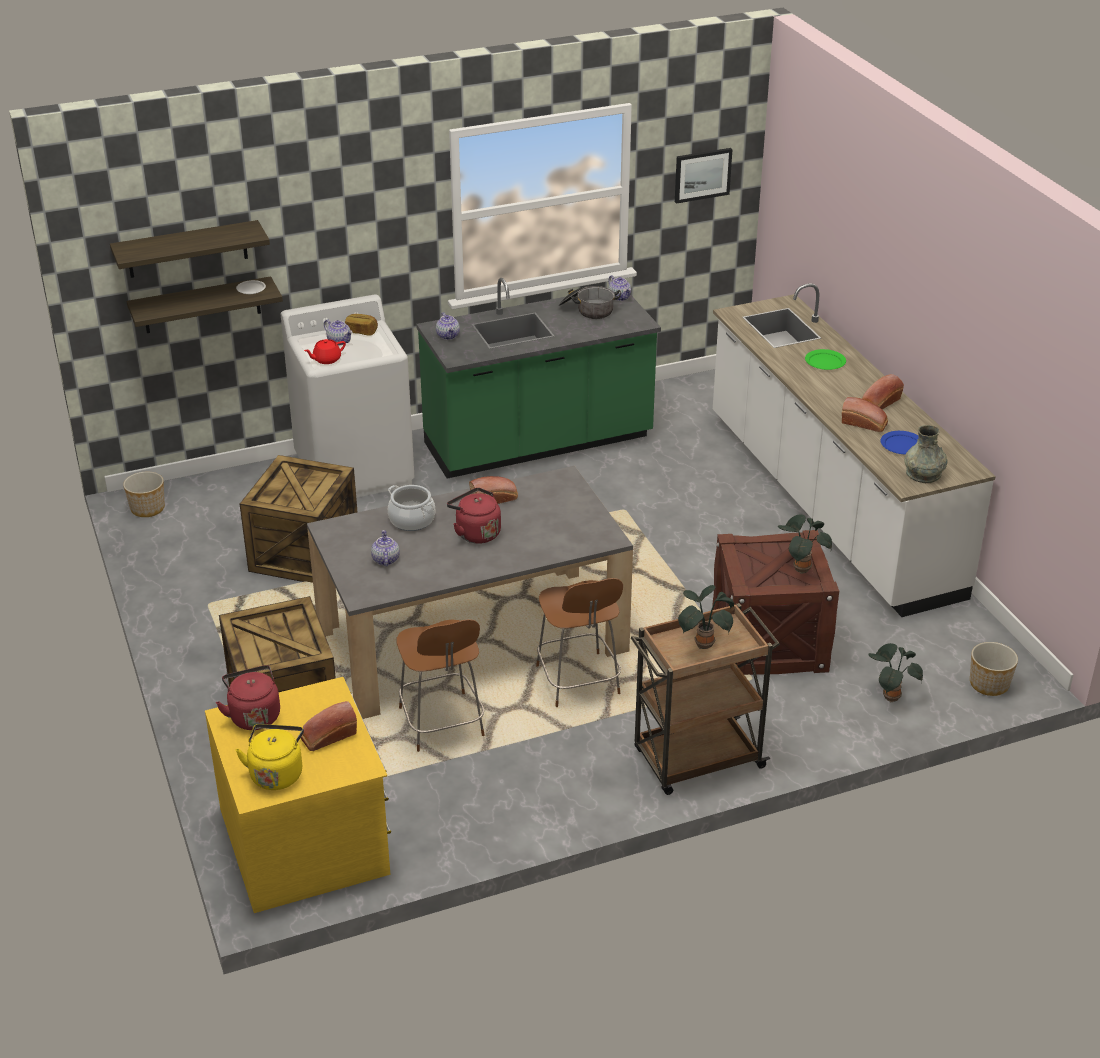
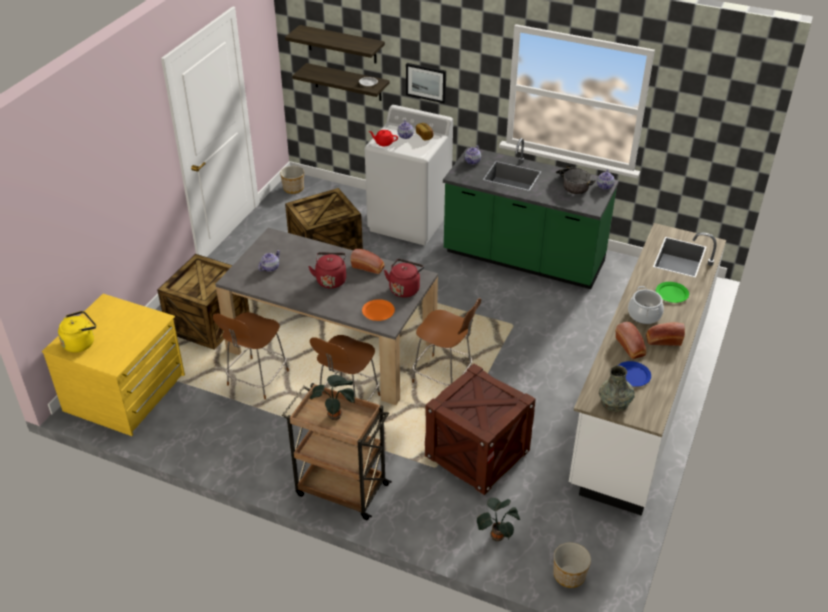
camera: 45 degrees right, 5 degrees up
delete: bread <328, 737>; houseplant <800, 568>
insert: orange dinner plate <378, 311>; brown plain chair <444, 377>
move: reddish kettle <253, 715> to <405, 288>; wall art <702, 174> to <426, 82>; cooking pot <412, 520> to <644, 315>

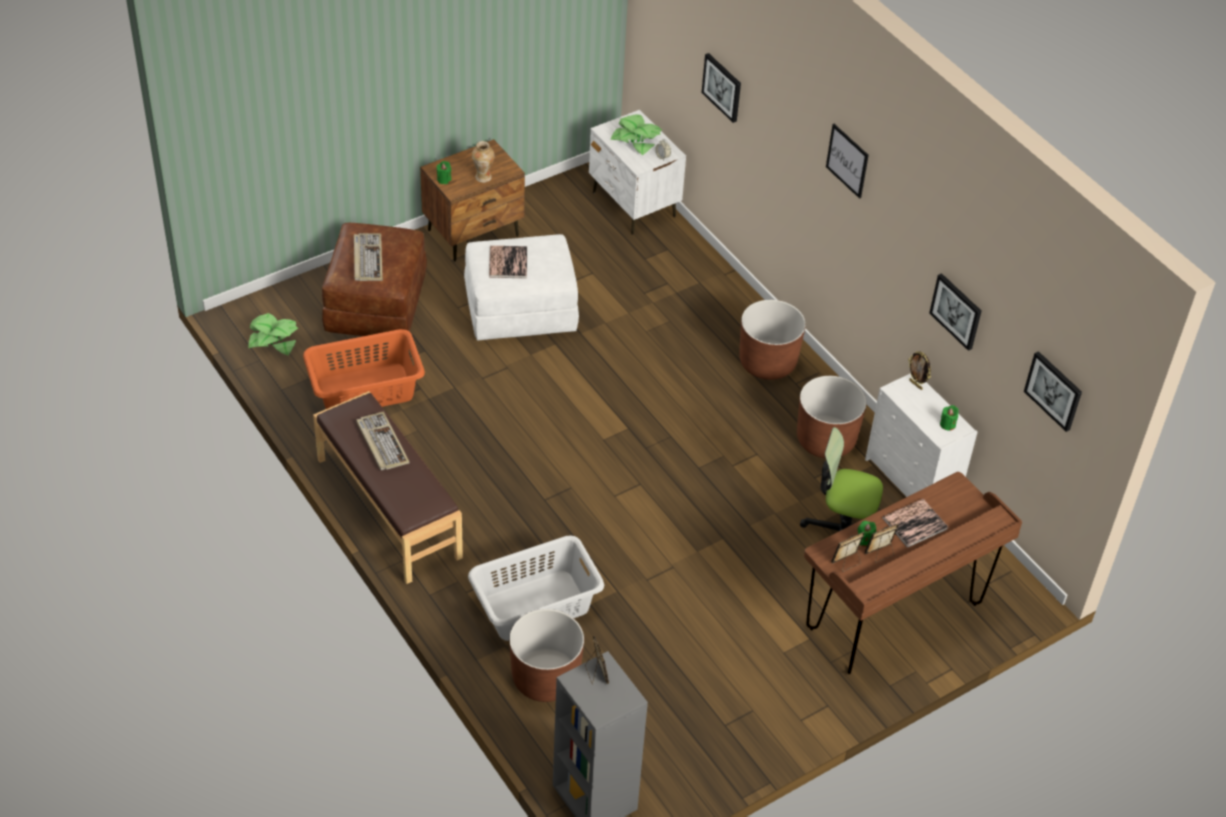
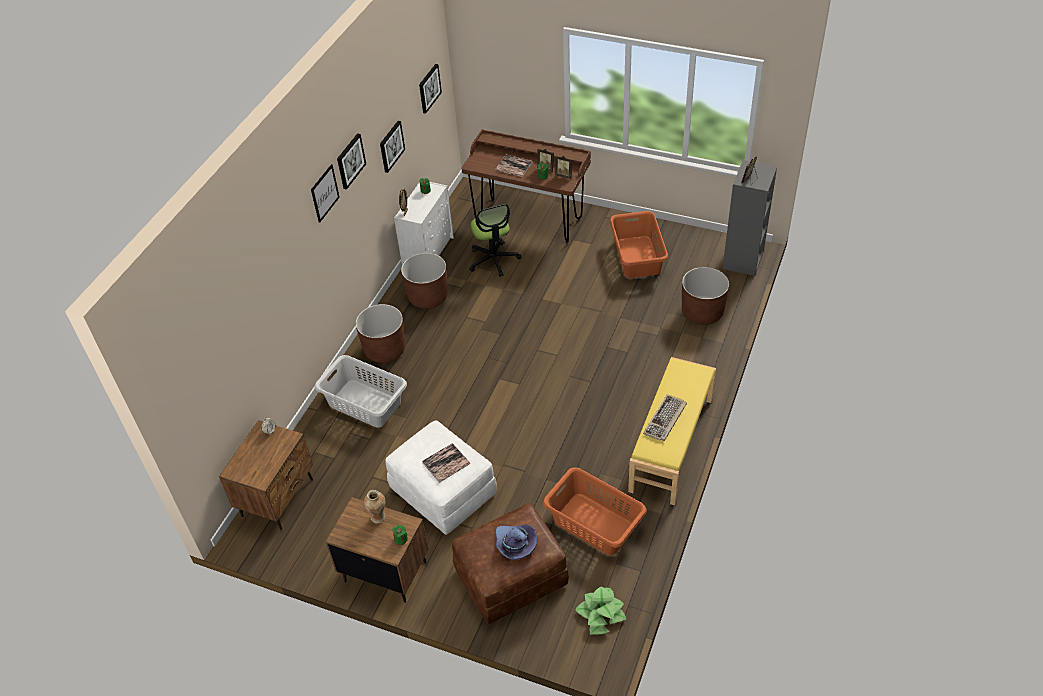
camera: 120 degrees left, 0 degrees up
delete: houseplant <636, 138>
insert: orange hamper <638, 256>
move: grey hamper <536, 606> to <365, 403>; wall art <722, 87> to <350, 161>
replace: PC keyboard <367, 259> to purplish hat <515, 545>
recolor: white nightstand <633, 205> to brown nightstand <278, 497>; brown bench <387, 508> to yellow bench <672, 445>

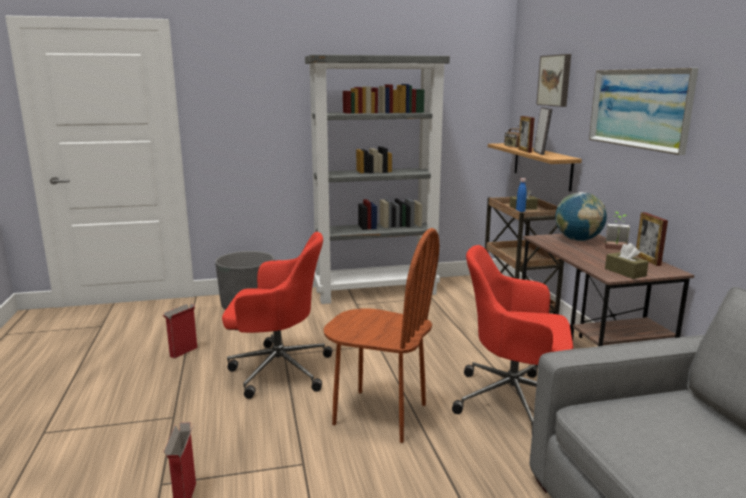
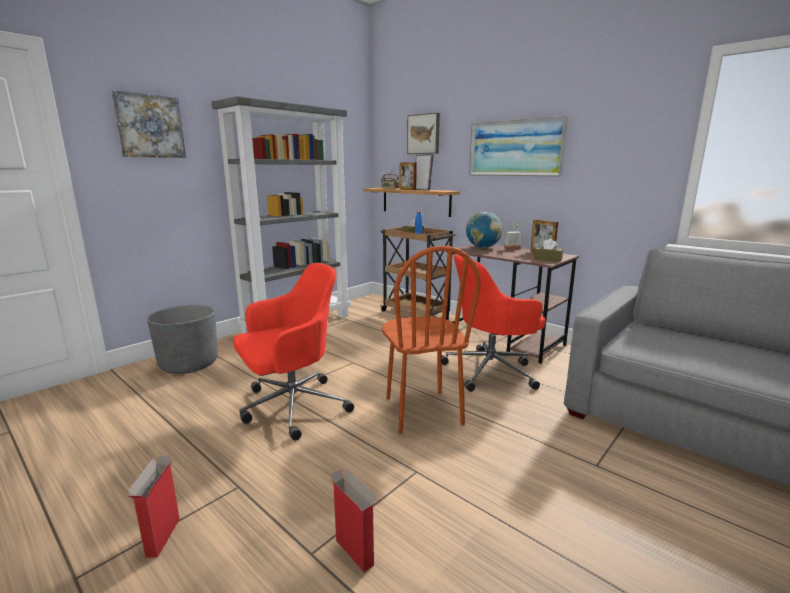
camera: 35 degrees left, 0 degrees up
insert: wall art <150, 126>
move: carton <183, 352> to <163, 538>
rotate: brown plain chair <380, 414> = <422, 411> 90 degrees clockwise

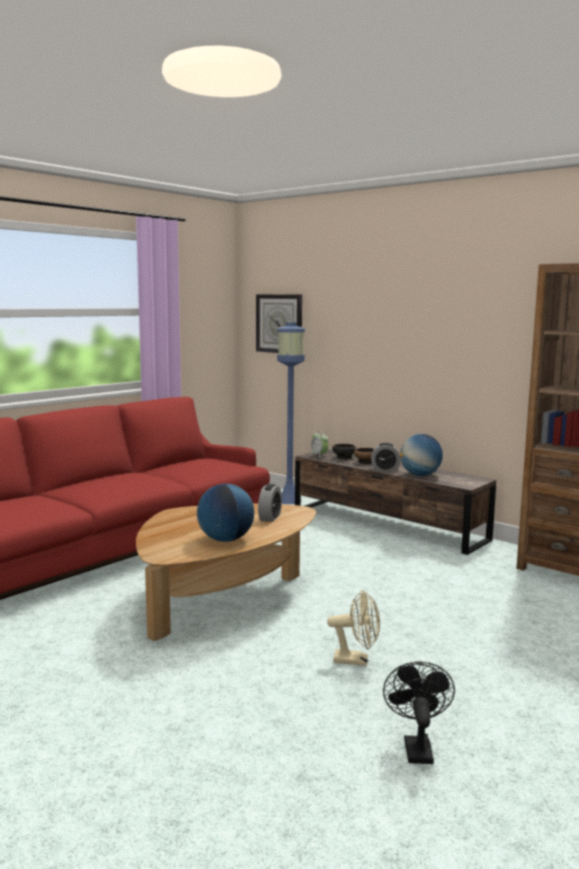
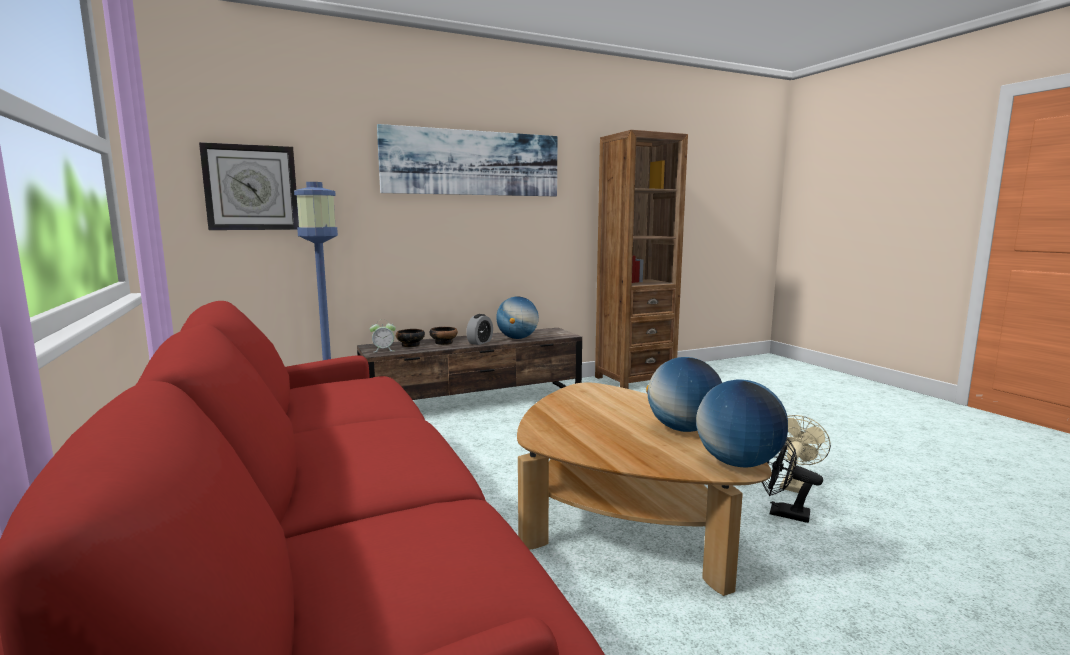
camera: 65 degrees left, 0 degrees up
delete: bedside clock <270, 517>
insert: wall art <472, 163>; desk globe <738, 463>
move: black-coloured fan <416, 747> to <782, 513>

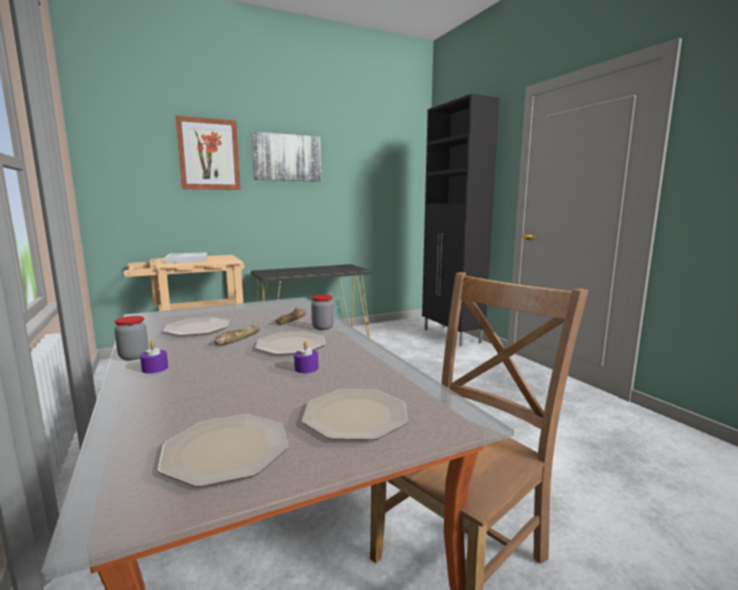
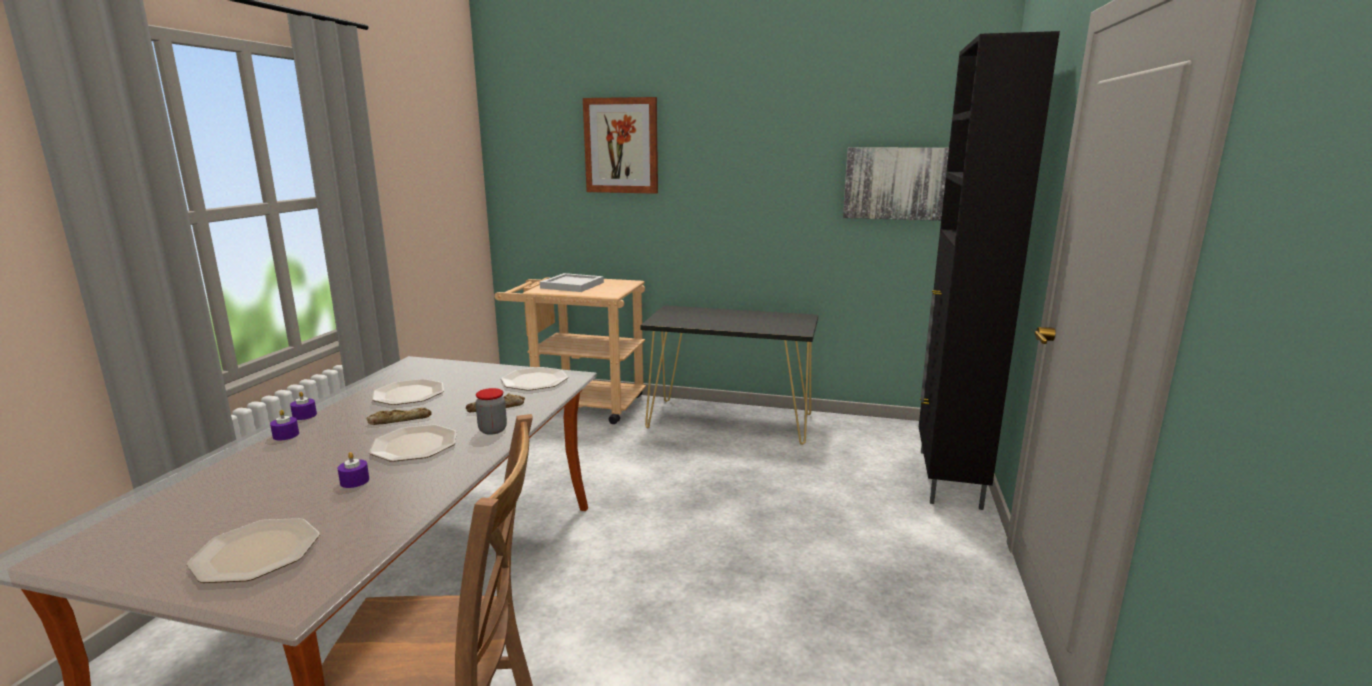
camera: 40 degrees right, 5 degrees up
move: dinner plate <227, 449> to <535, 380>; wall art <287, 158> to <900, 183>
replace: jar <134, 356> to purplish candle <304, 415>

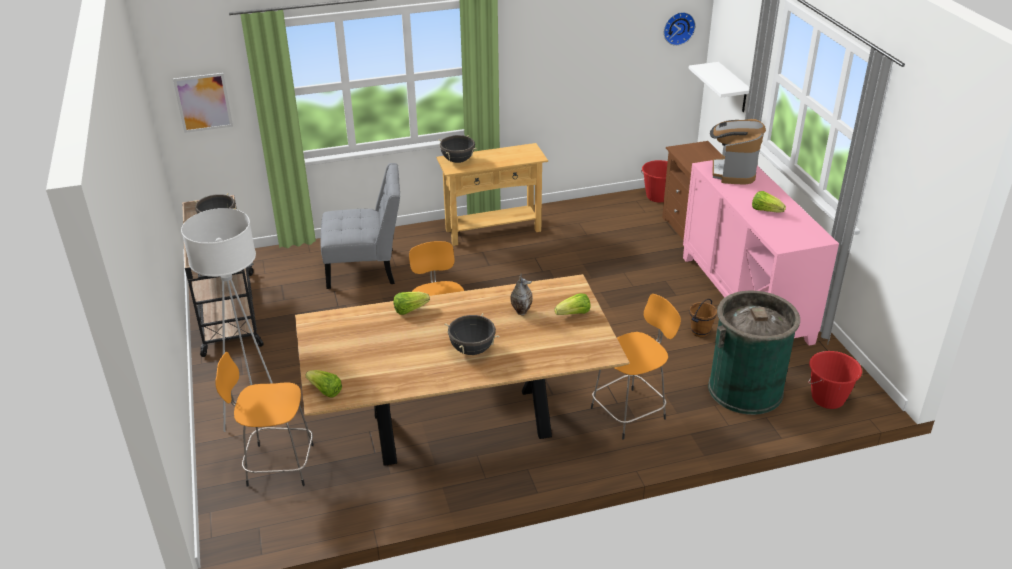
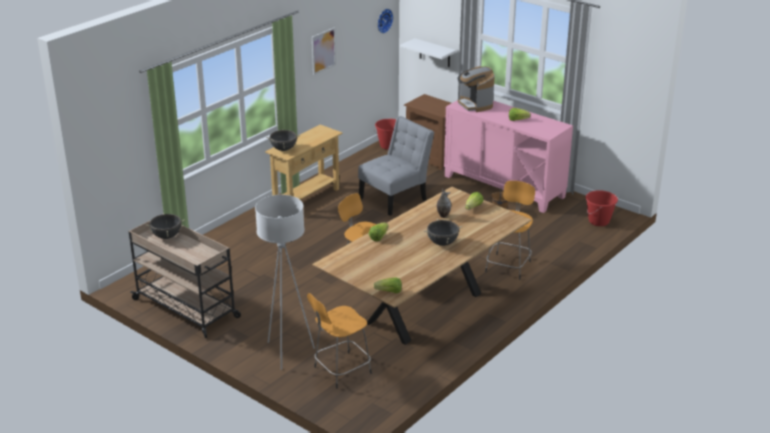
camera: 35 degrees left, 5 degrees down
delete: greenish rubbish bin <745, 389>
move: wall art <203, 102> to <323, 51>; grey plain chair <366, 268> to <395, 198>

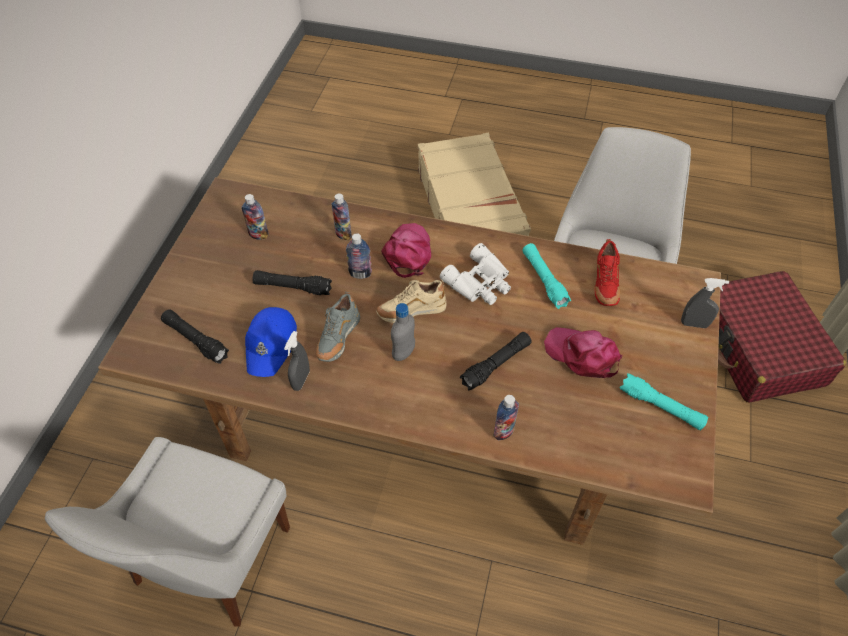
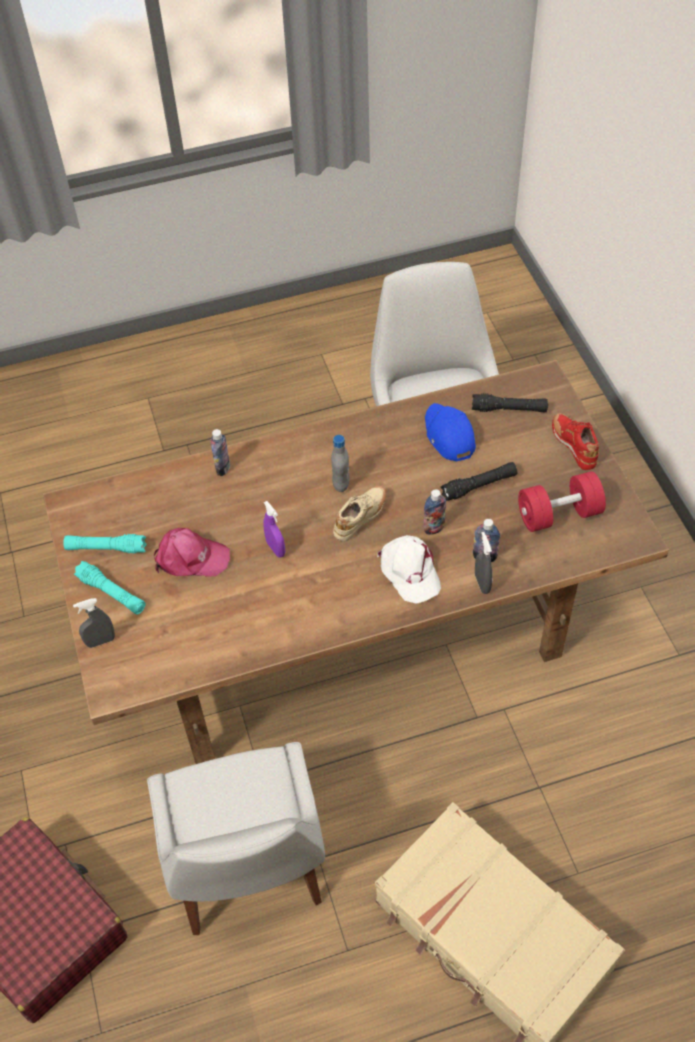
camera: 150 degrees right, 0 degrees up
delete: grey shoe <338, 339>; white field glasses <480, 283>; black-coloured hand torch <496, 365>
insert: purplish sprayer <275, 548>
move: blue-green hand torch <544, 280> to <112, 593>; grey sprayer <301, 380> to <482, 583>; reddish shoe <604, 286> to <574, 446>
replace: beverage bottle <258, 235> to reddish free weight <559, 514>
recolor: pink peaked cap <408, 252> to white peaked cap <409, 571>

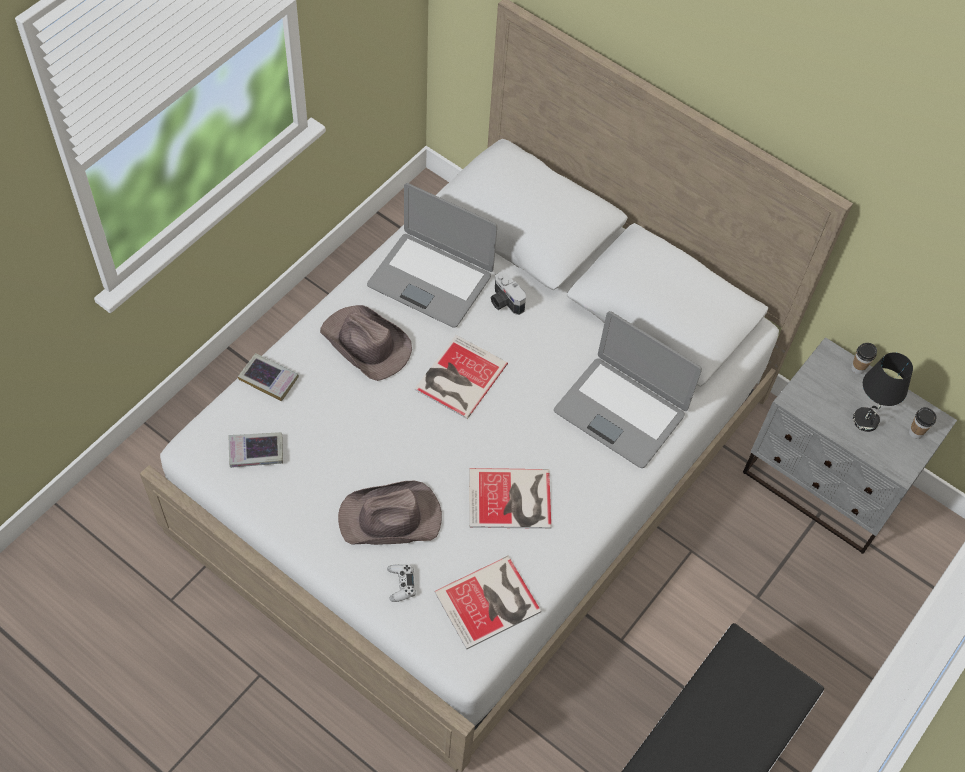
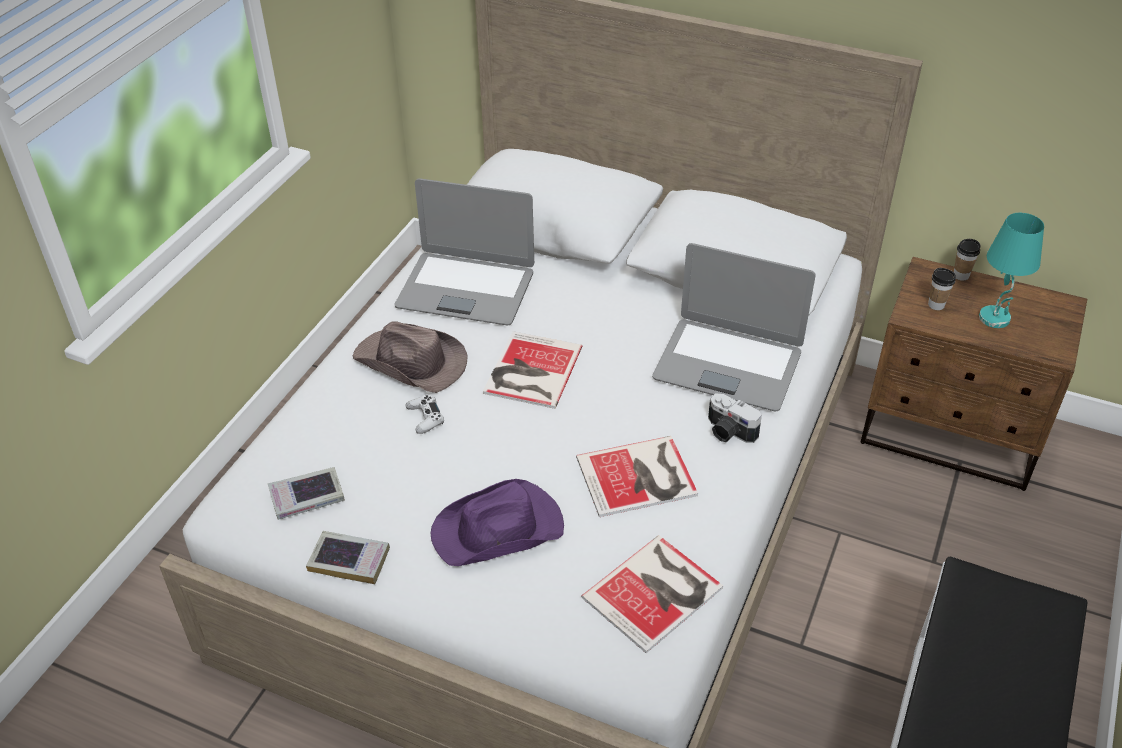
camera: 10 degrees left, 15 degrees down
move: bound book <269, 379> to <349, 561>; white joypad <401, 584> to <425, 418>; photo camera <504, 302> to <728, 432>; small cup <915, 432> to <936, 305>
recolor: brown hat <391, 519> to purplish hat <499, 530>; grey nightstand <824, 484> to brown nightstand <951, 434>; black-coloured table lamp <866, 421> to blue-green table lamp <995, 318>

